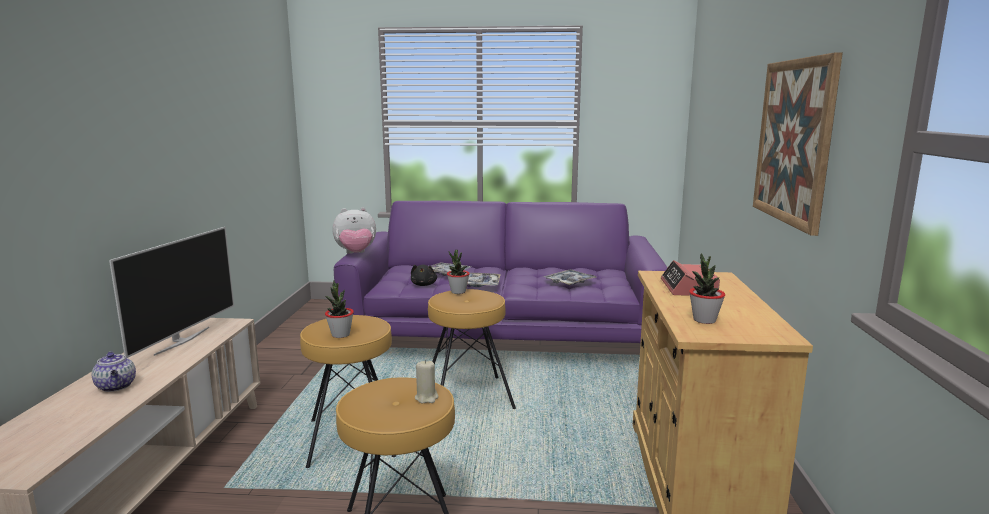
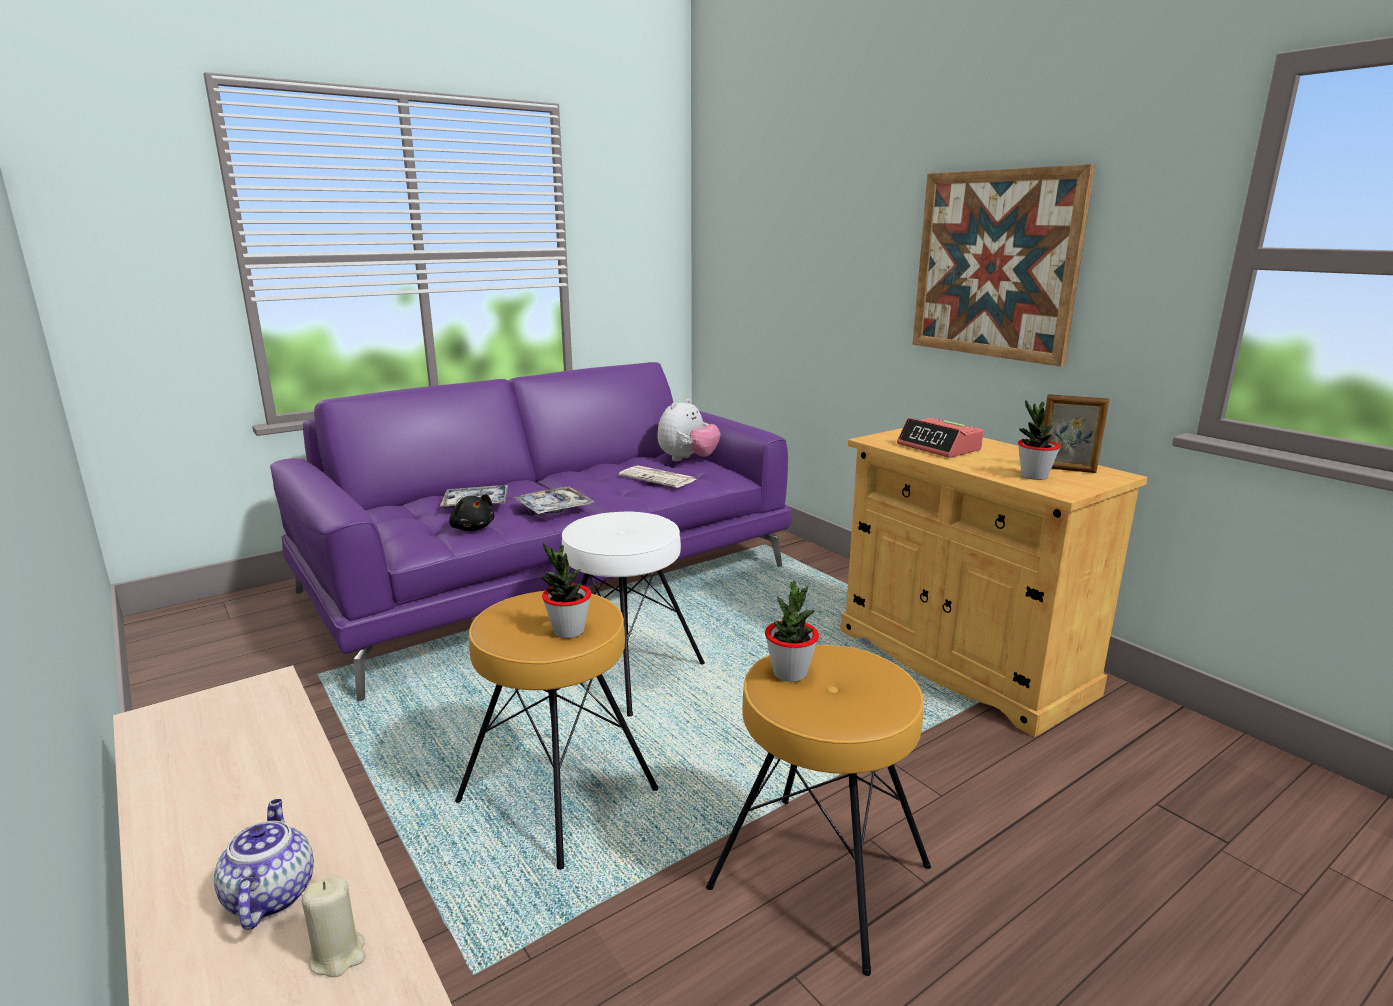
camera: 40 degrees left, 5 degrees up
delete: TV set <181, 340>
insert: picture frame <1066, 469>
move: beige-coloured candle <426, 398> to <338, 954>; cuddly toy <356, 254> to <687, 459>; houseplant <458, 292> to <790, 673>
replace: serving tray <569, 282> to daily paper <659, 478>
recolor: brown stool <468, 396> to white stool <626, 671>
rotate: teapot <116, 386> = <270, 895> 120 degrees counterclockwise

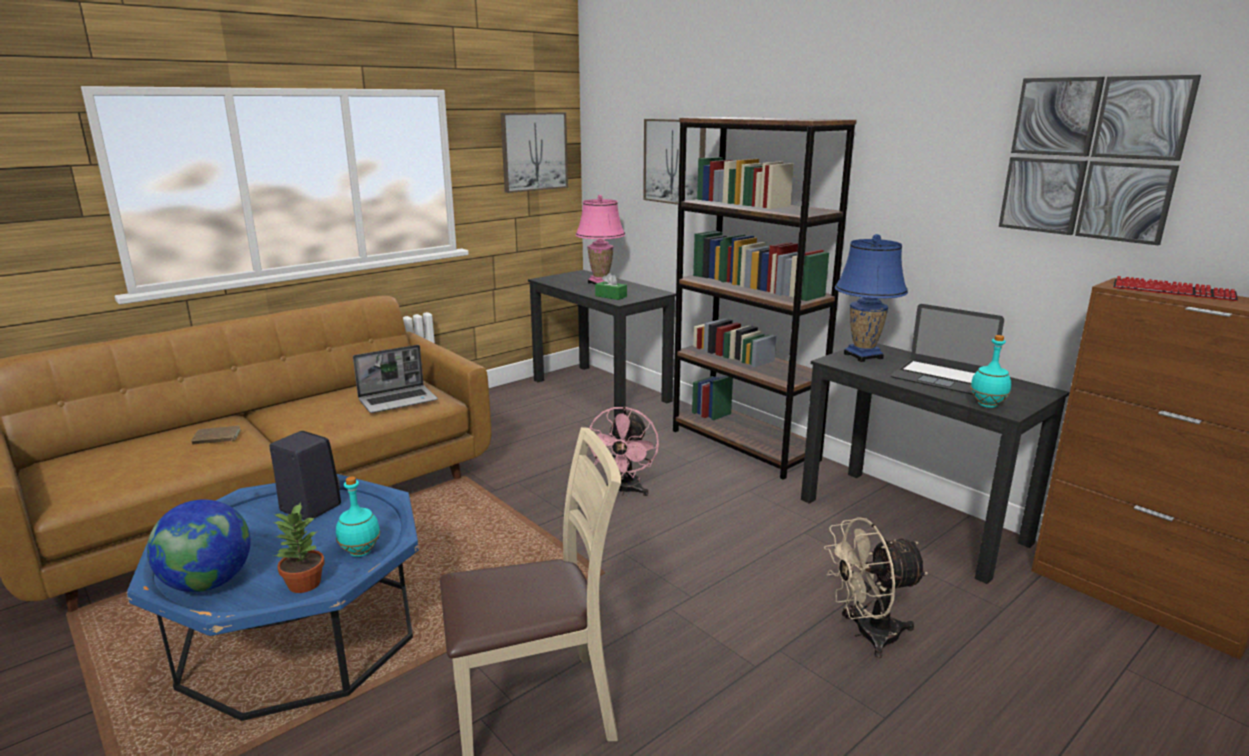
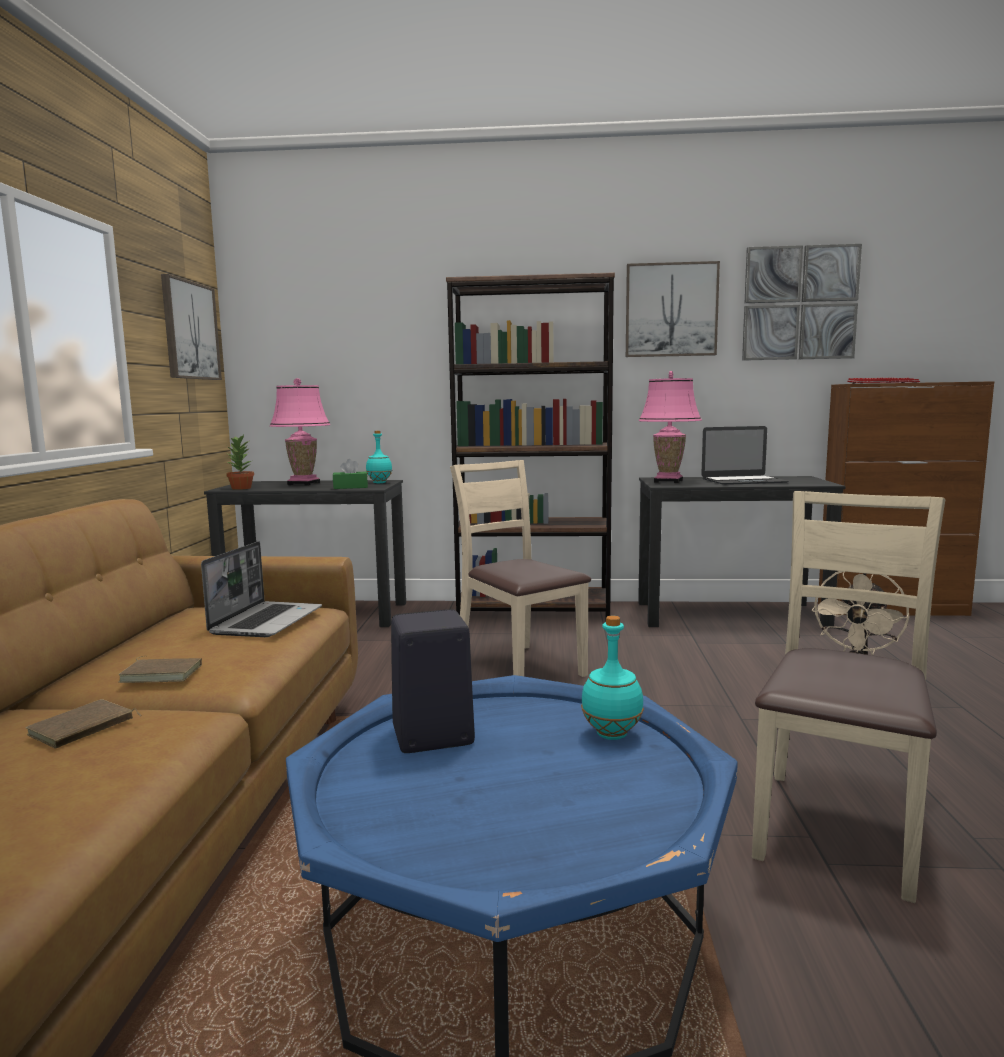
camera: 45 degrees left, 10 degrees down
delete: desk globe <208, 583>
insert: brown bound book <163, 673>
move: houseplant <303, 584> to <241, 488>; blue-green beverage bottle <986, 405> to <379, 483>; wall art <675, 162> to <671, 310>
replace: pink fan <624, 491> to beige-coloured plain chair <520, 668>
recolor: bluish table lamp <863, 356> to pink table lamp <668, 481>

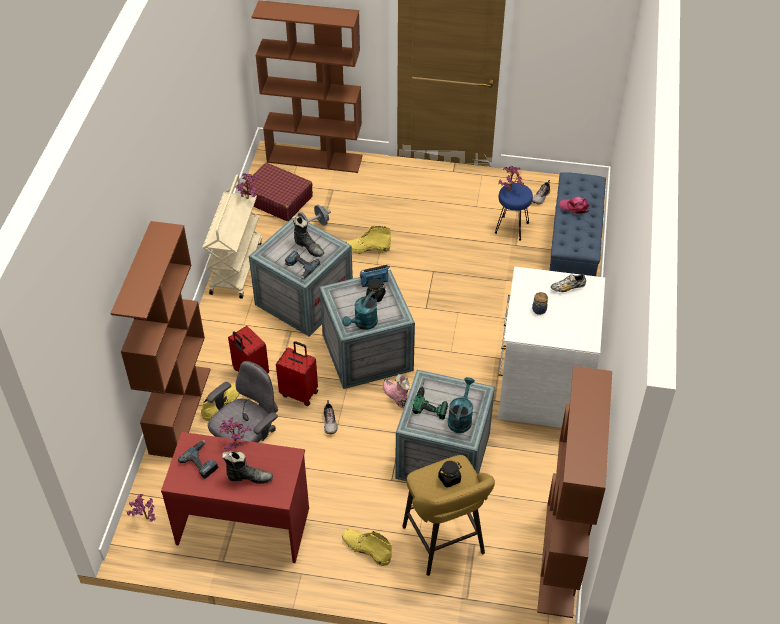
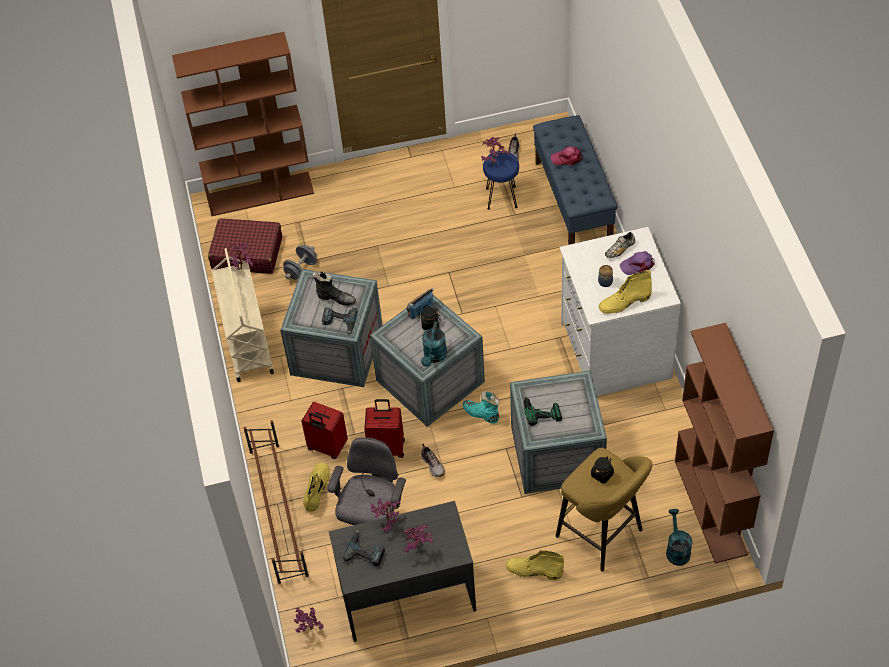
camera: 20 degrees left, 5 degrees up
insert: purplish peaked cap <638, 265>
move: yellow boot <366, 248> to <624, 302>; blue-green sprinkling can <460, 418> to <677, 549>
replace: brown shelving unit <180, 410> to brown shoe stand <278, 511>; black-coloured boot <249, 477> to houseplant <419, 548>
recolor: reddish desk table <243, 524> to grey desk table <406, 596>; pink boot <395, 396> to blue-green boot <481, 414>

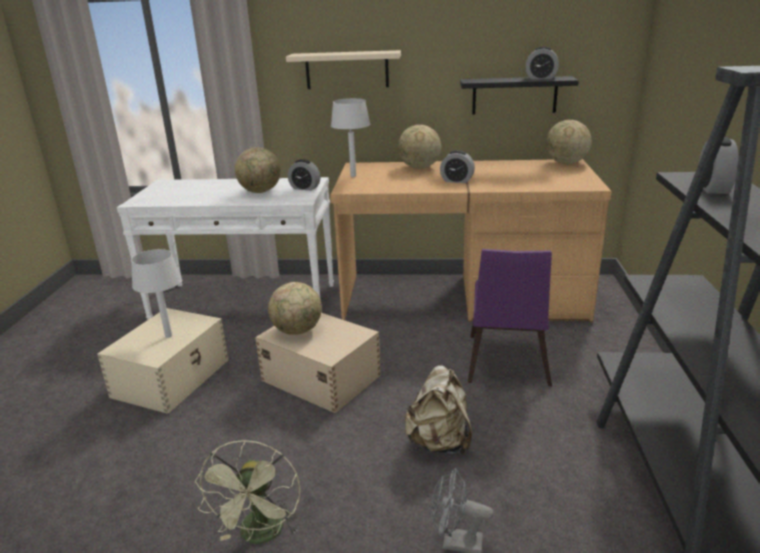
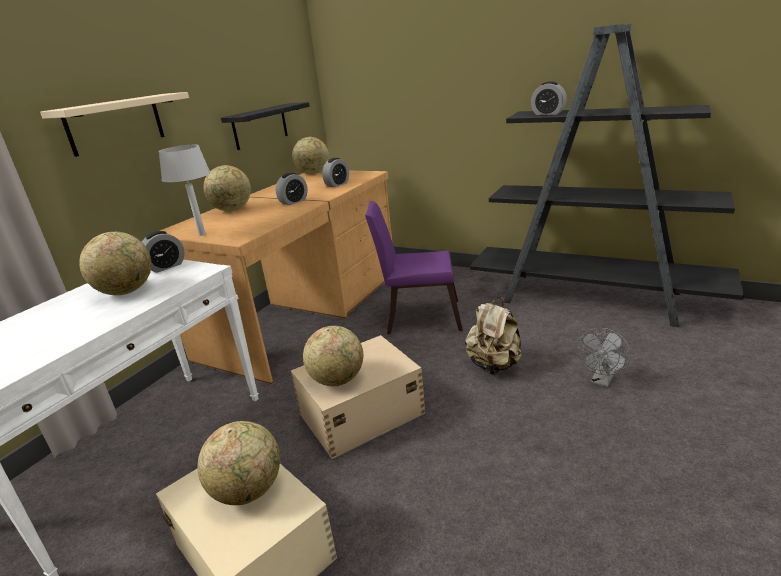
camera: 65 degrees left, 0 degrees up
delete: greenish fan <261, 536>
move: bedside clock <541, 78> to <337, 184>
replace: grey table lamp <169, 336> to desk globe <248, 490>
rotate: purplish plain chair <506, 364> = <417, 317> 150 degrees clockwise

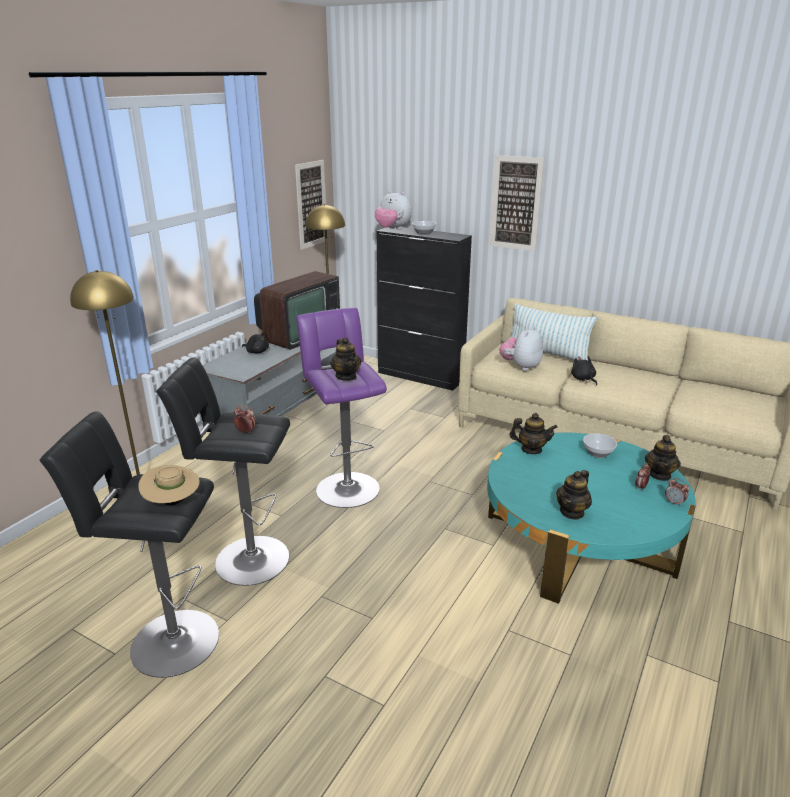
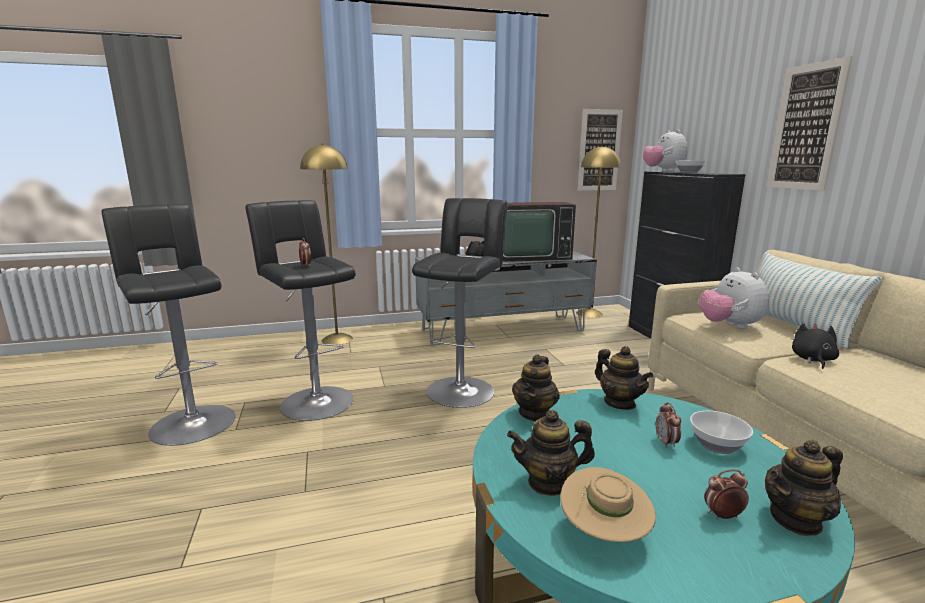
camera: 45 degrees right, 10 degrees down
move: teapot <346, 376> to <535, 413>; beige-coloured hat <172, 502> to <604, 533>; bedside clock <674, 503> to <666, 443>
recolor: purplish stool <346, 486> to black-coloured stool <462, 389>
rotate: cuddly toy <521, 367> = <729, 326> 90 degrees counterclockwise

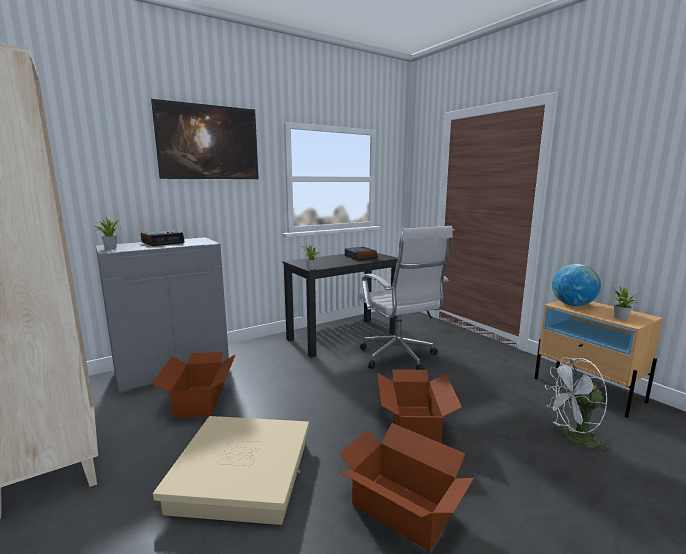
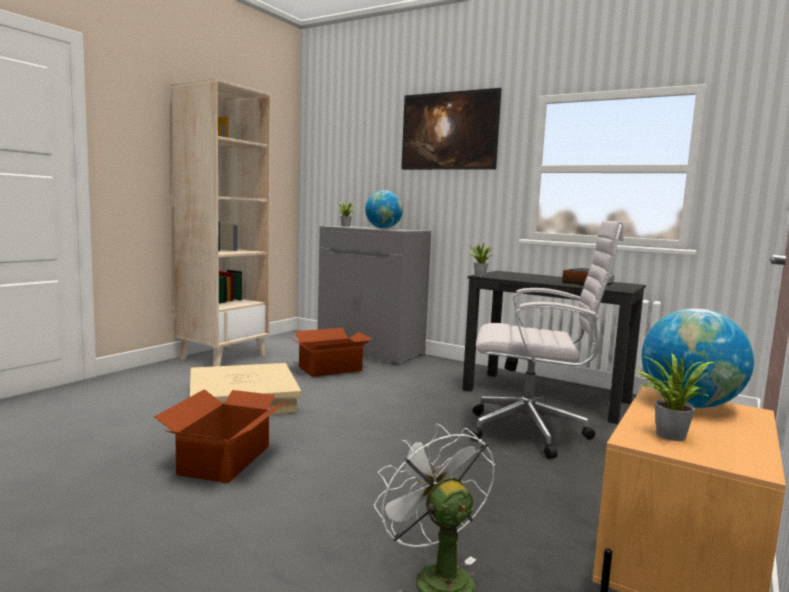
camera: 65 degrees right, 5 degrees down
delete: carton <415, 424>
replace: bedside clock <163, 242> to desk globe <383, 228>
rotate: white computer chair <399, 358> = <533, 433> 120 degrees counterclockwise

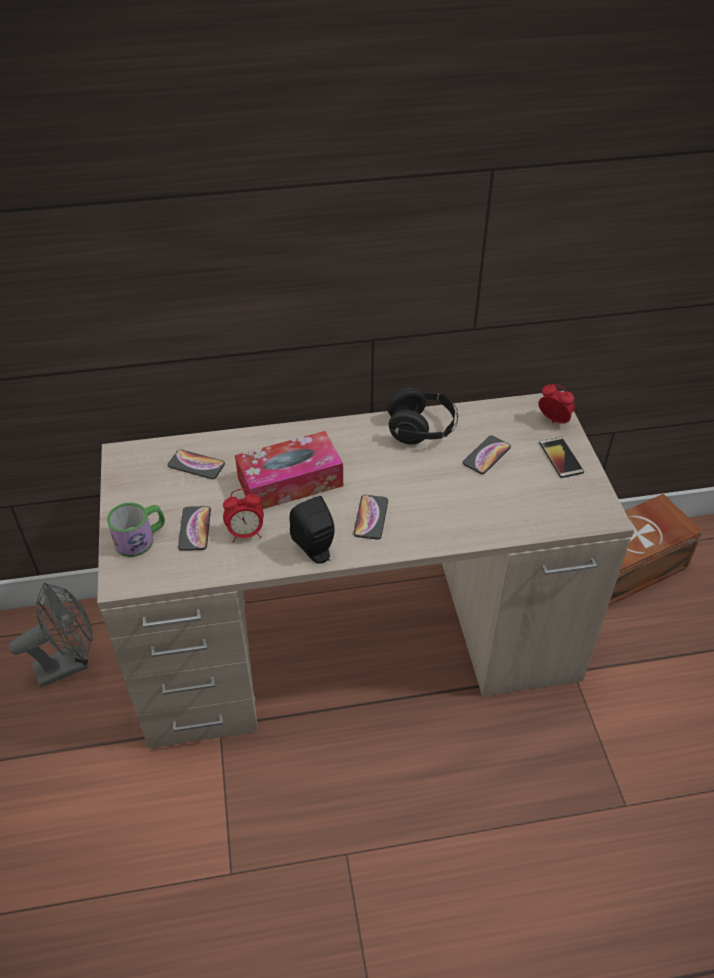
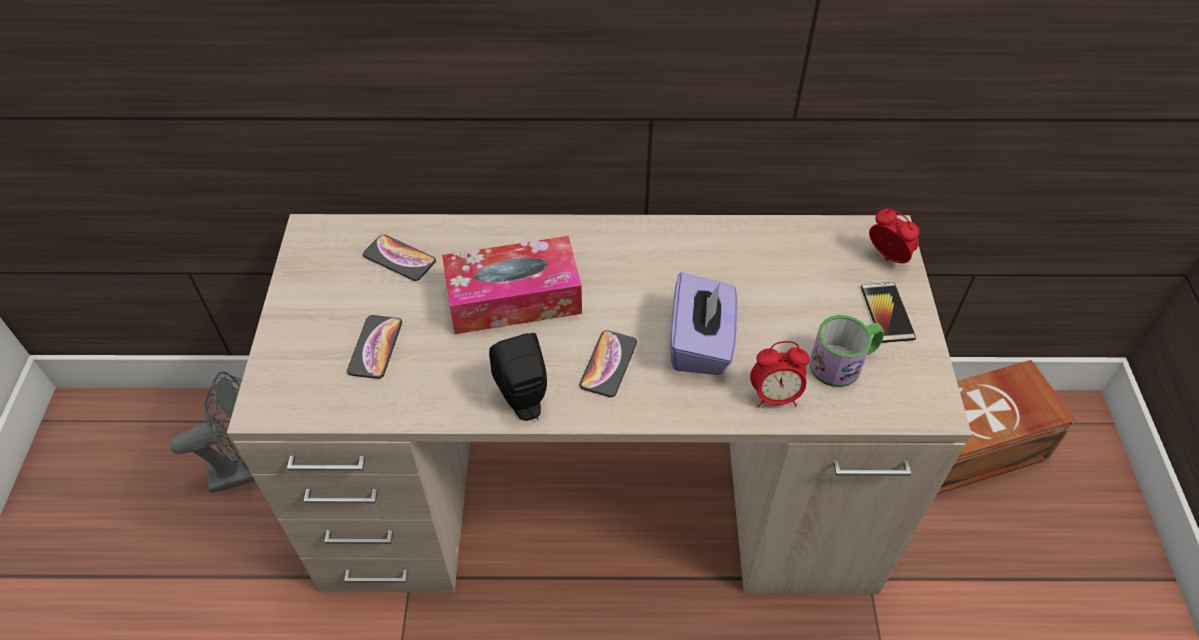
camera: 10 degrees right, 5 degrees up
delete: black-coloured headphones <421, 430>; phone <486, 455>
insert: purplish tissue holder <701, 343>
move: bedside clock <246, 533> to <775, 396>; mug <141, 538> to <843, 363>

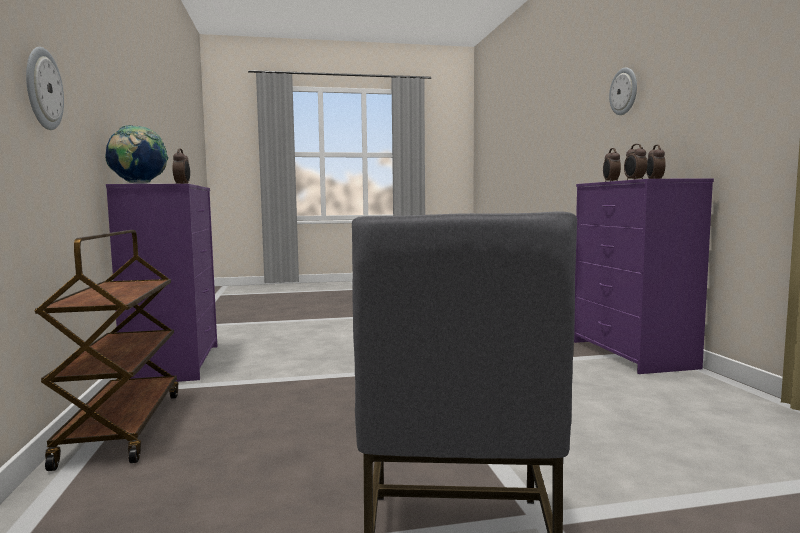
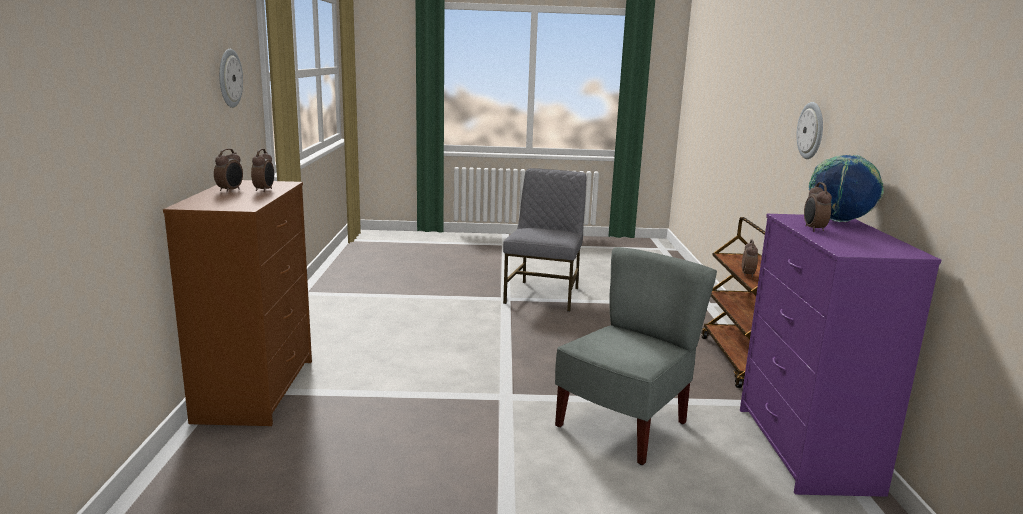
camera: 170 degrees left, 10 degrees up
insert: grey plain chair <624, 426>
move: hanging clock <624, 91> to <229, 78>; bedside clock <610, 182> to <748, 275>
recolor: purplish dresser <632, 354> to brown dresser <256, 389>

